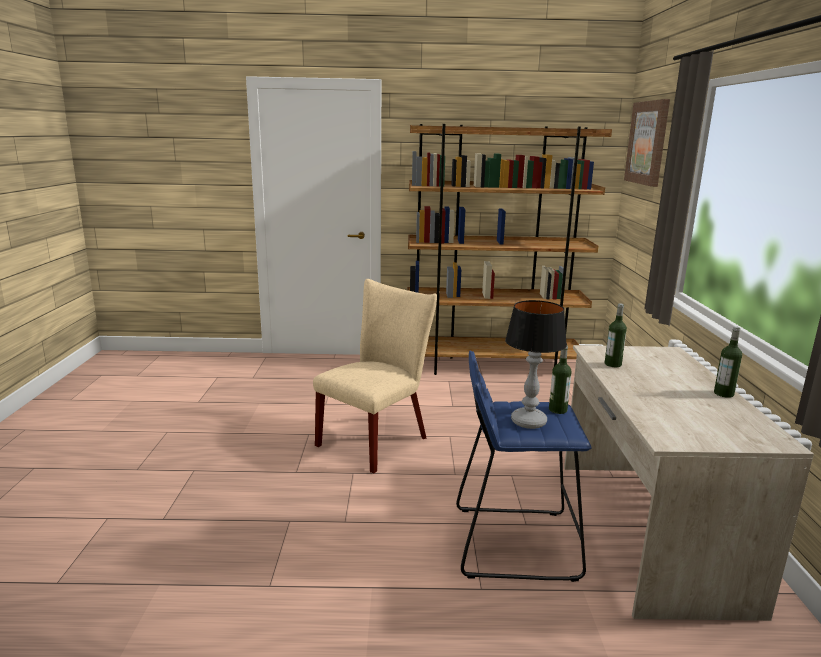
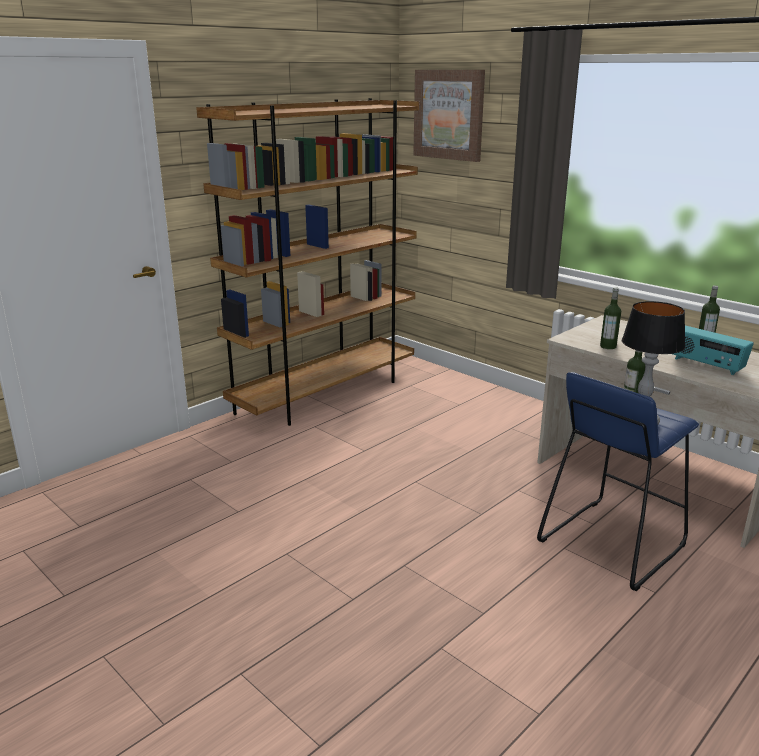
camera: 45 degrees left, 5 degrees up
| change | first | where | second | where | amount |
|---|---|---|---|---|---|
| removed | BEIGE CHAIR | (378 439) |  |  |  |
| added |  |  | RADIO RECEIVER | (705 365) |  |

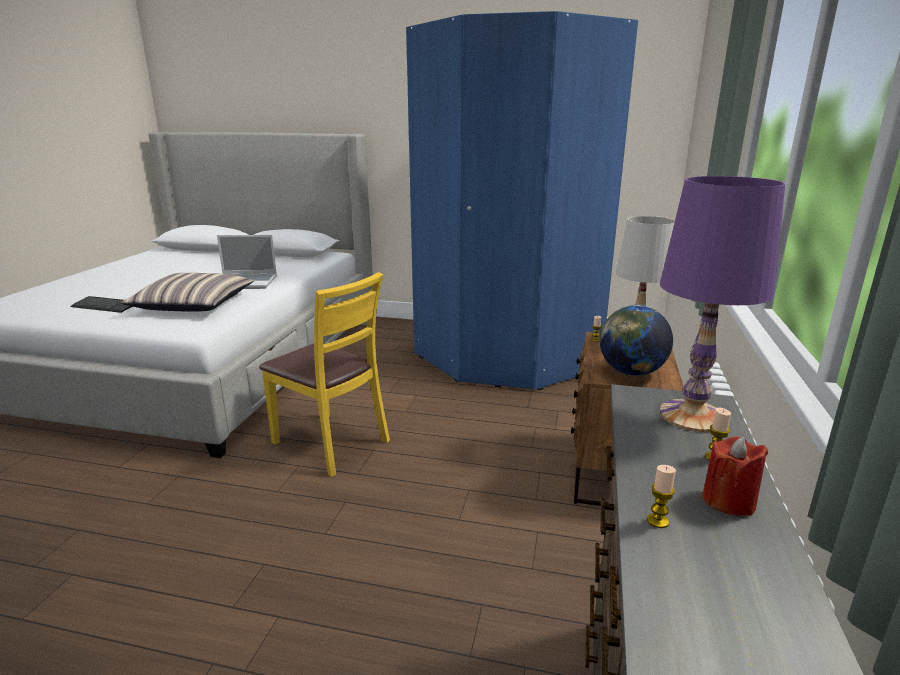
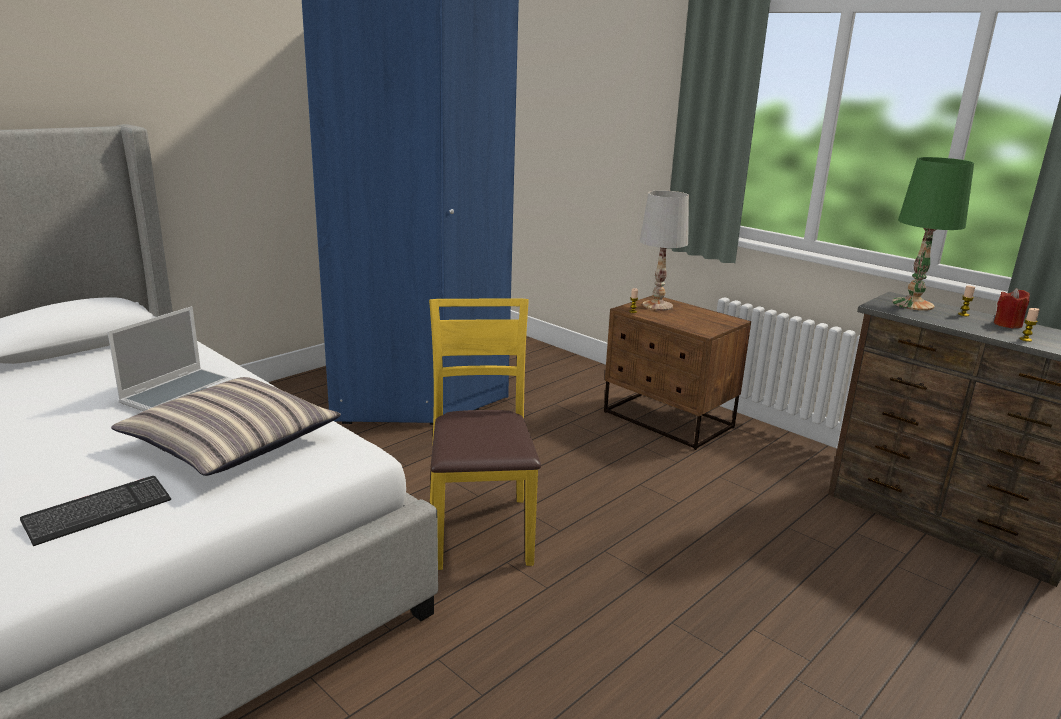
camera: 60 degrees left, 0 degrees up
| change | first | where | second | where | amount |
|---|---|---|---|---|---|
| turned | YELLOW-COLOURED CHAIR | (331 443) |  | (480 530) | 75 degrees counterclockwise |
| removed | DESK GLOBE | (631 372) |  |  |  |
| recoloured | PURPLE TABLE LAMP | (692 415) | GREEN-COLOURED TABLE LAMP | (912 304) |  |

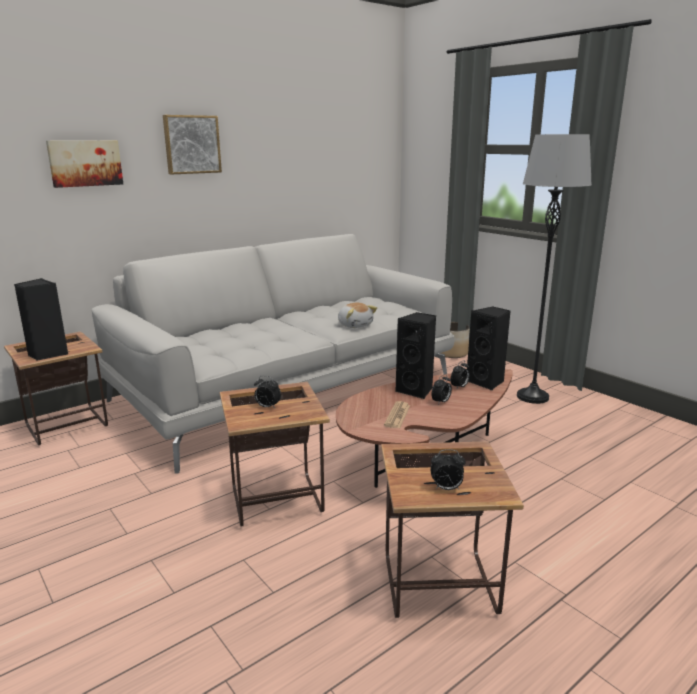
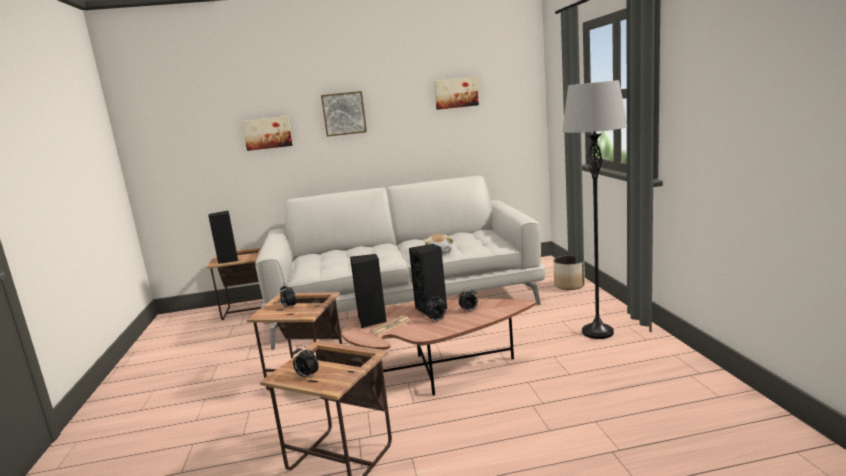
camera: 30 degrees right, 5 degrees down
| change | first | where | second | where | amount |
|---|---|---|---|---|---|
| moved | BLACK-COLOURED LOUDSPEAKER | (487 382) |  | (372 321) |  |
| added |  |  | WALL ART | (456 93) |  |

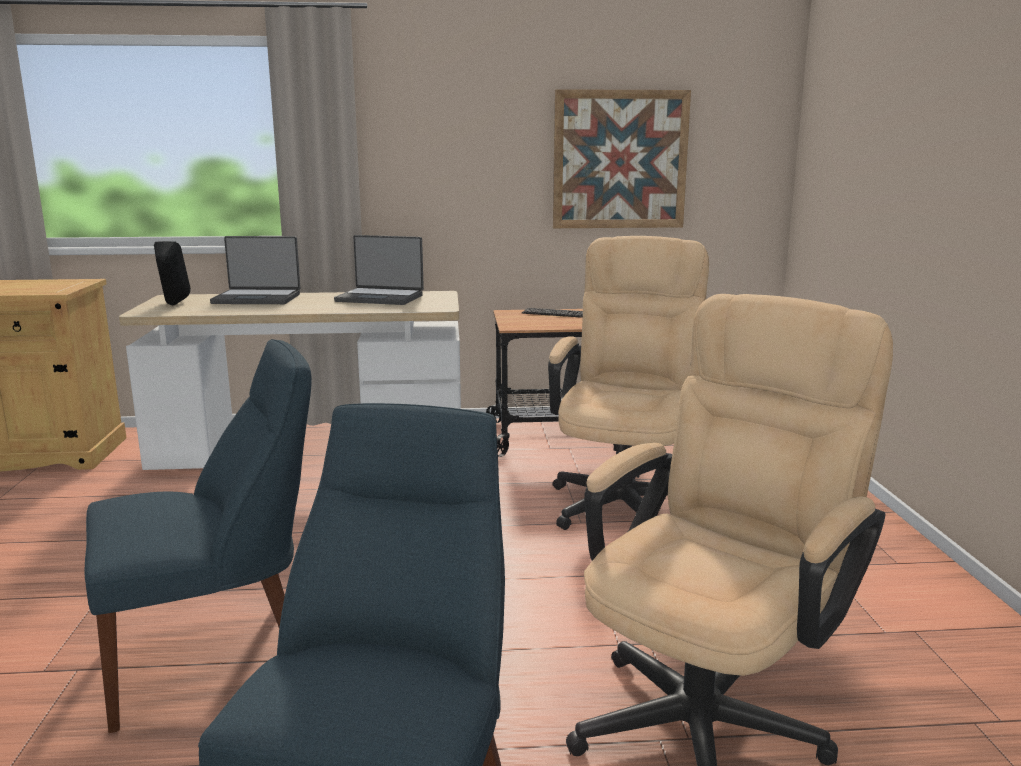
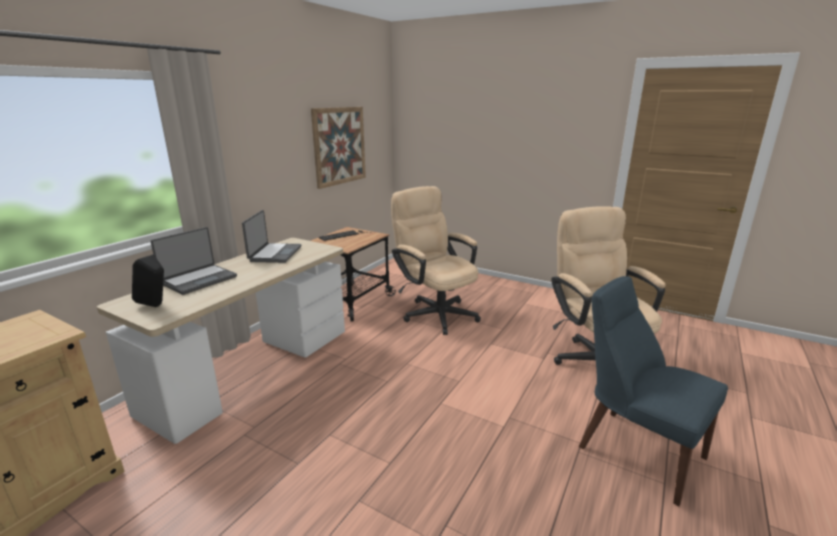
camera: 55 degrees left, 5 degrees up
| change | first | where | second | where | amount |
|---|---|---|---|---|---|
| removed | BLUE CHAIR | (217 659) |  |  |  |
| turned | NOTEBOOK COMPUTER | (380 298) |  | (274 254) | 45 degrees counterclockwise |

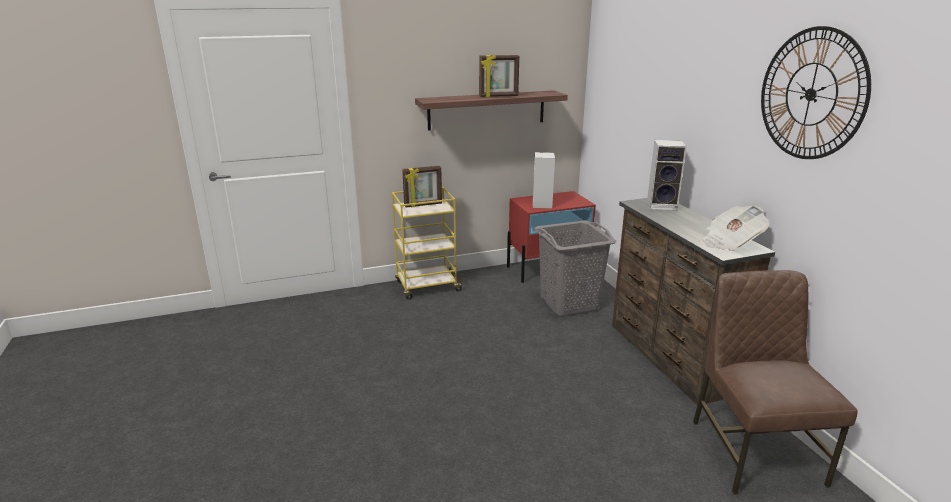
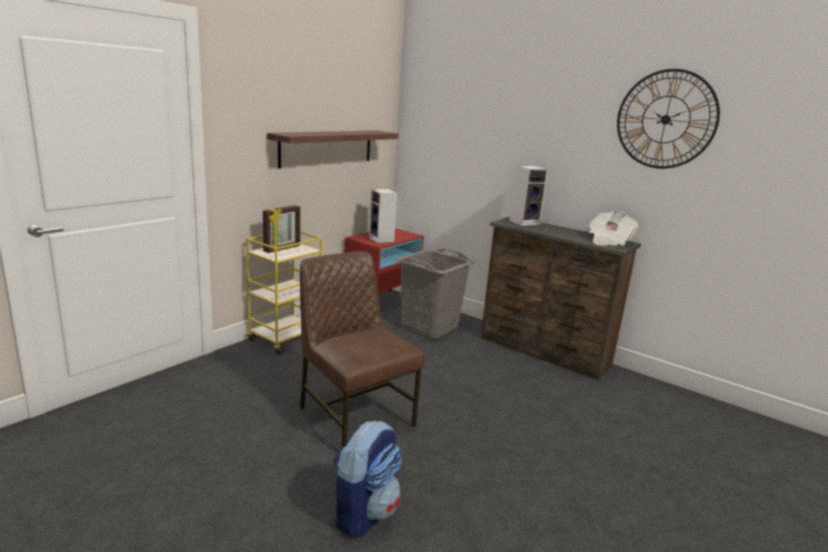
camera: 35 degrees left, 5 degrees down
| change | first | where | second | where | amount |
|---|---|---|---|---|---|
| removed | PHOTO FRAME | (498 96) |  |  |  |
| moved | BROWN-COLOURED CHAIR | (753 450) |  | (354 416) |  |
| added |  |  | BACKPACK | (364 512) |  |

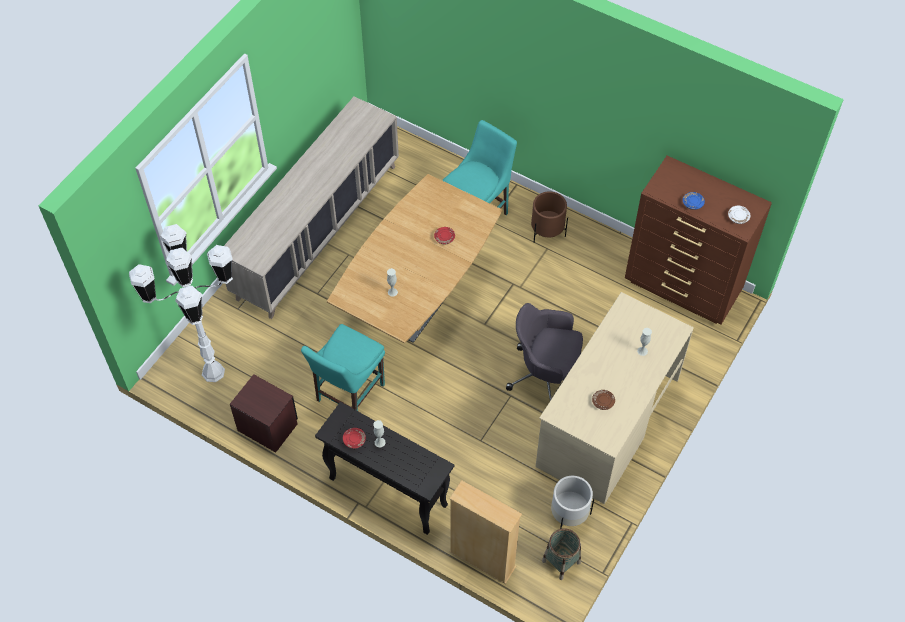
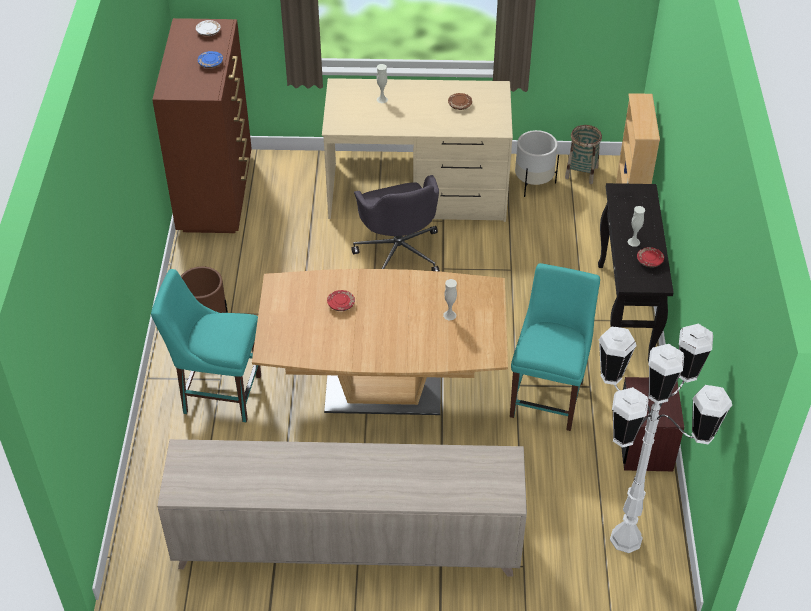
camera: 120 degrees left, 10 degrees down
| change | first | where | second | where | amount |
|---|---|---|---|---|---|
| turned | TURQUOISE CHAIR | (348 395) |  | (548 396) | 75 degrees counterclockwise |

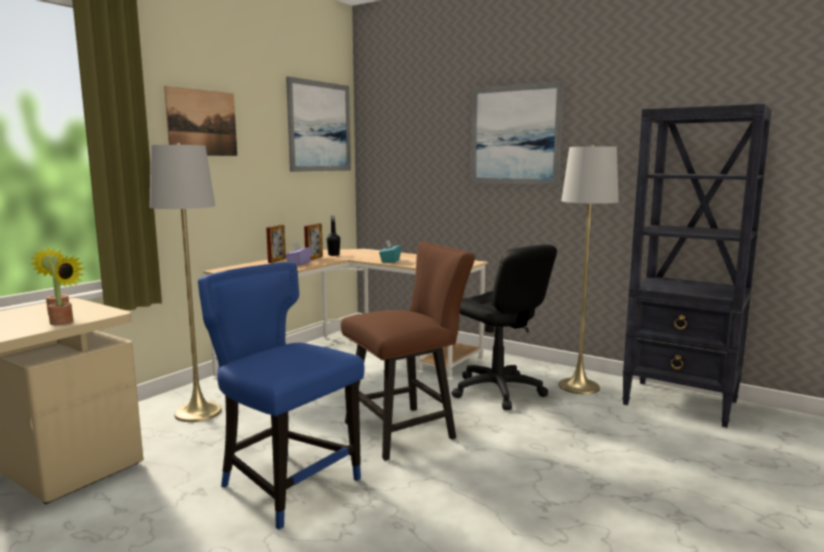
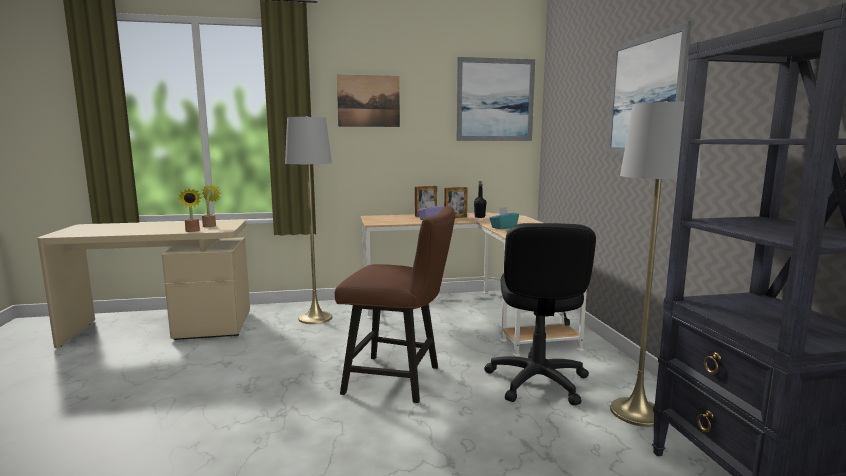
camera: 45 degrees right, 0 degrees up
| change | first | where | second | where | amount |
|---|---|---|---|---|---|
| removed | BLUE CHAIR | (286 484) |  |  |  |

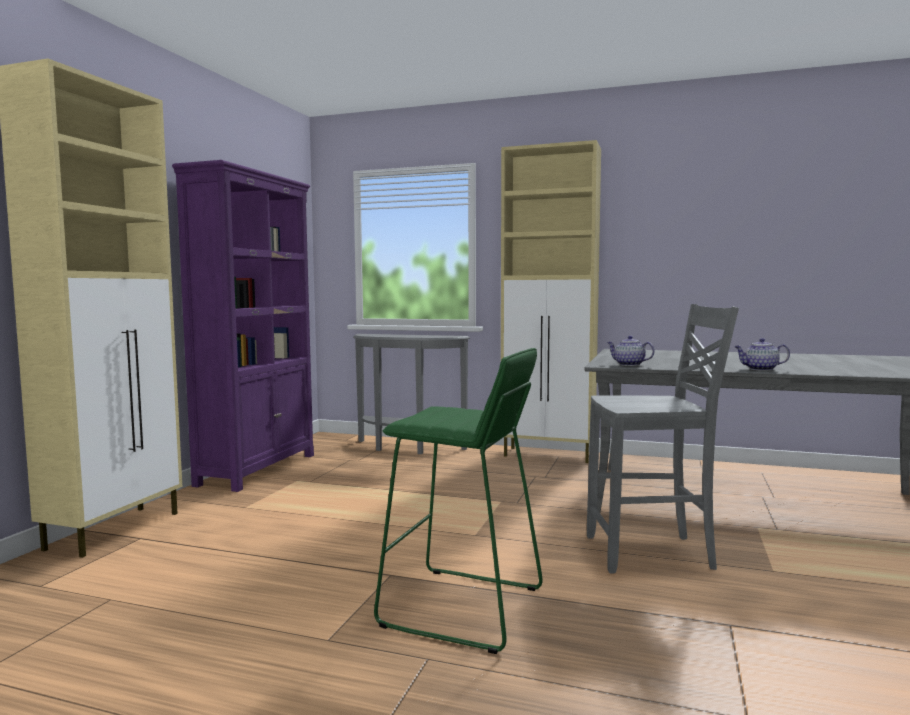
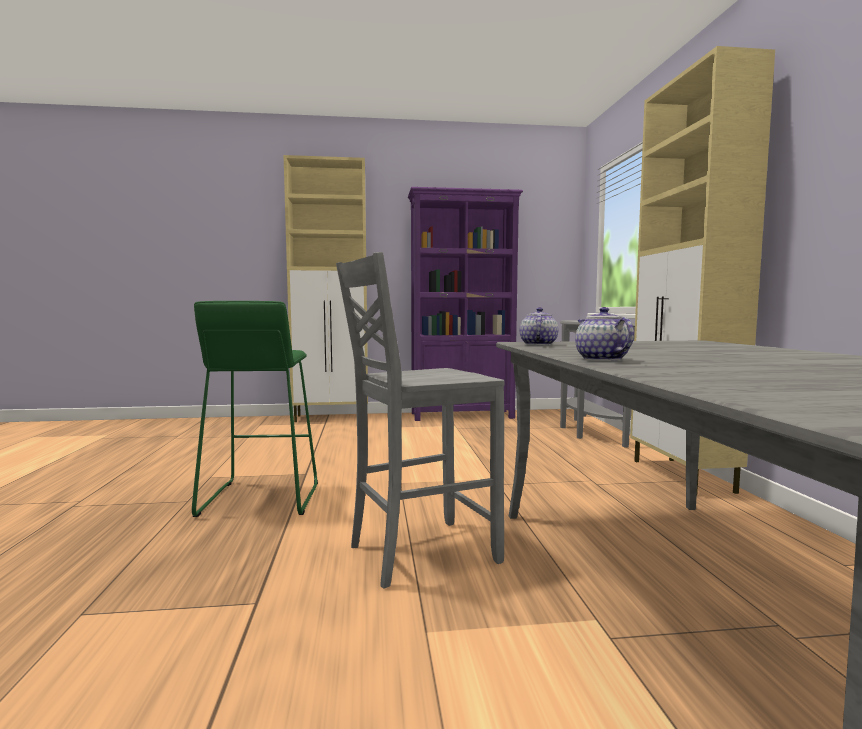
camera: 65 degrees right, 0 degrees up
| change | first | where | second | where | amount |
|---|---|---|---|---|---|
| turned | GREYISH CHAIR | (652 554) |  | (419 553) | 90 degrees clockwise |

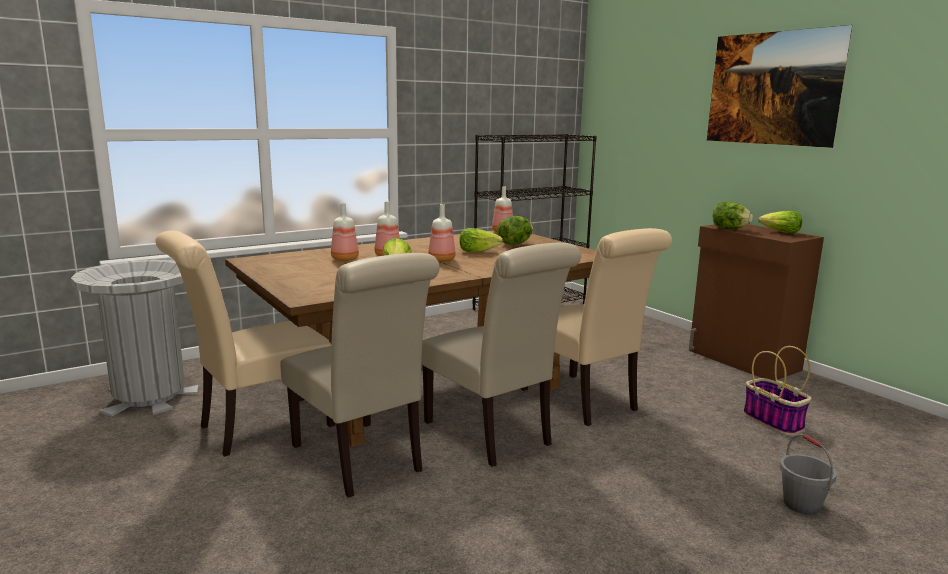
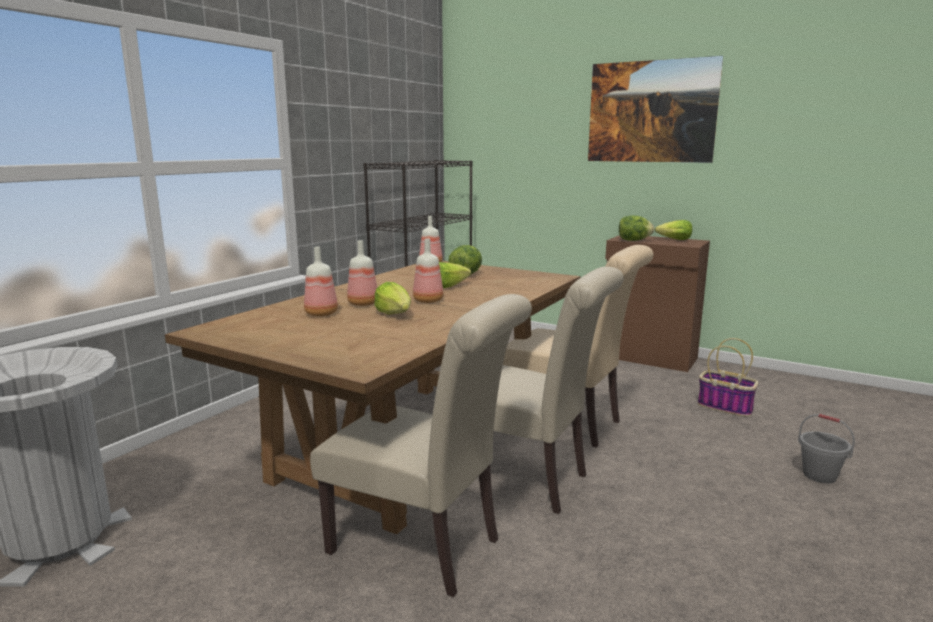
camera: 25 degrees left, 0 degrees up
| change | first | where | second | where | amount |
|---|---|---|---|---|---|
| removed | BEIGE CHAIR | (258 427) |  |  |  |

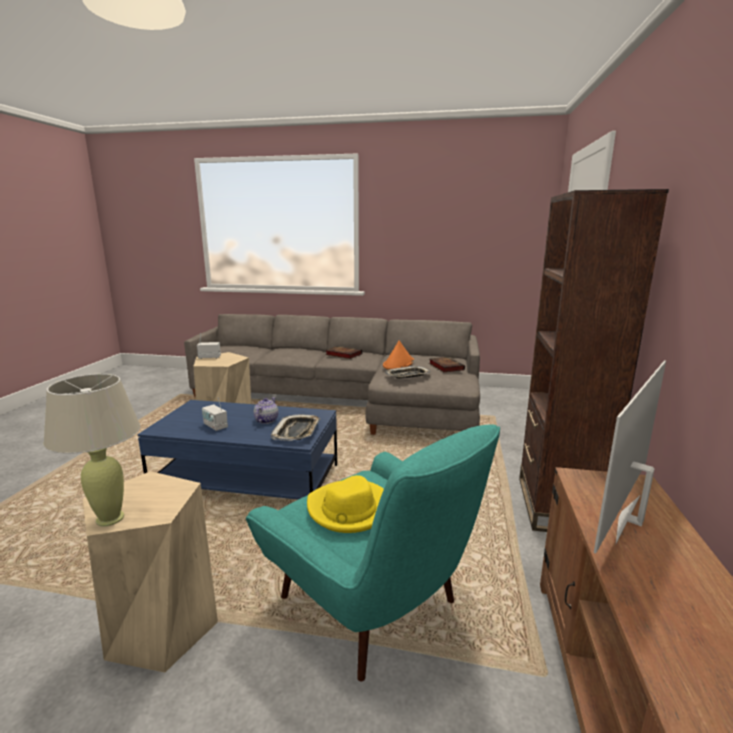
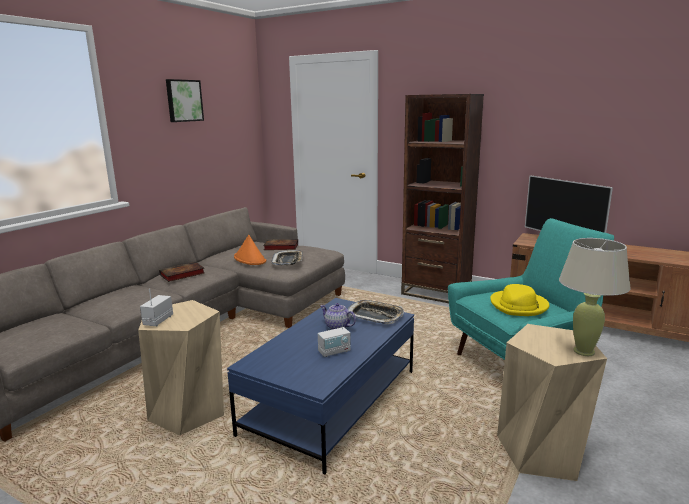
camera: 70 degrees left, 0 degrees up
| change | first | where | second | where | amount |
|---|---|---|---|---|---|
| added |  |  | WALL ART | (183 100) |  |

